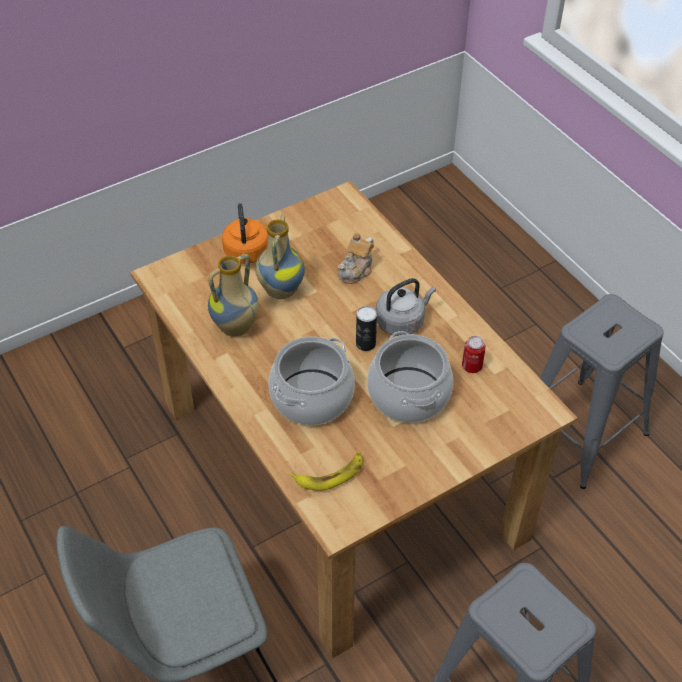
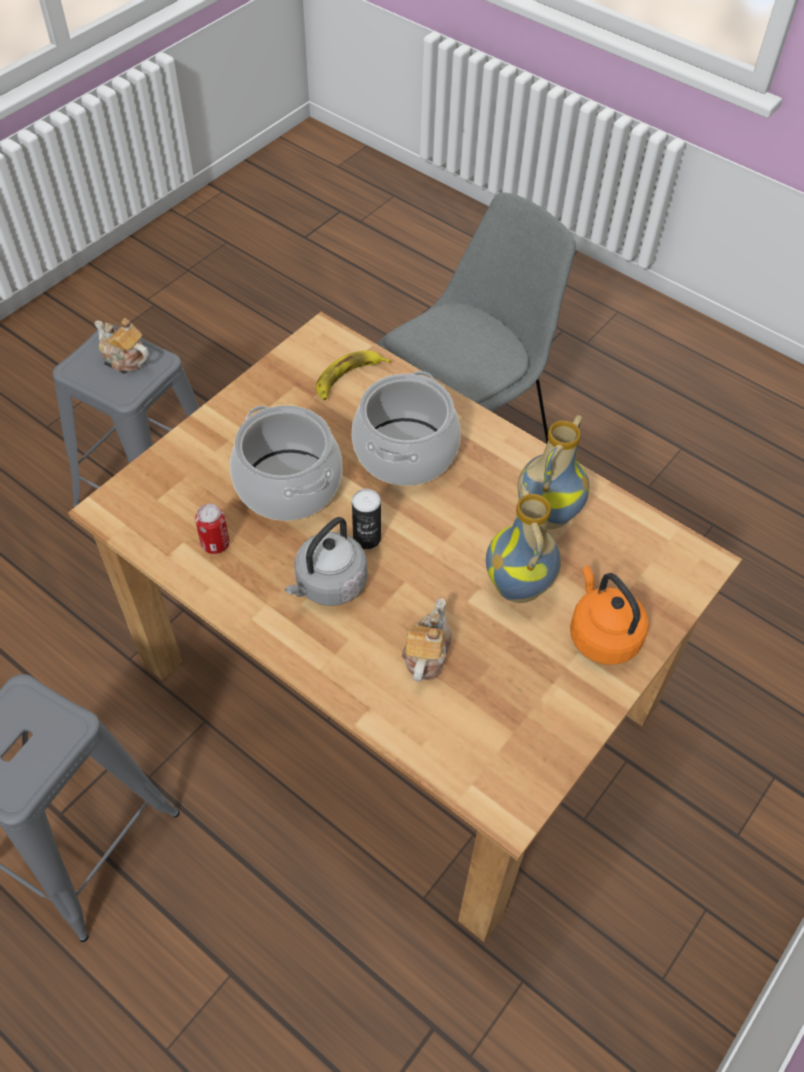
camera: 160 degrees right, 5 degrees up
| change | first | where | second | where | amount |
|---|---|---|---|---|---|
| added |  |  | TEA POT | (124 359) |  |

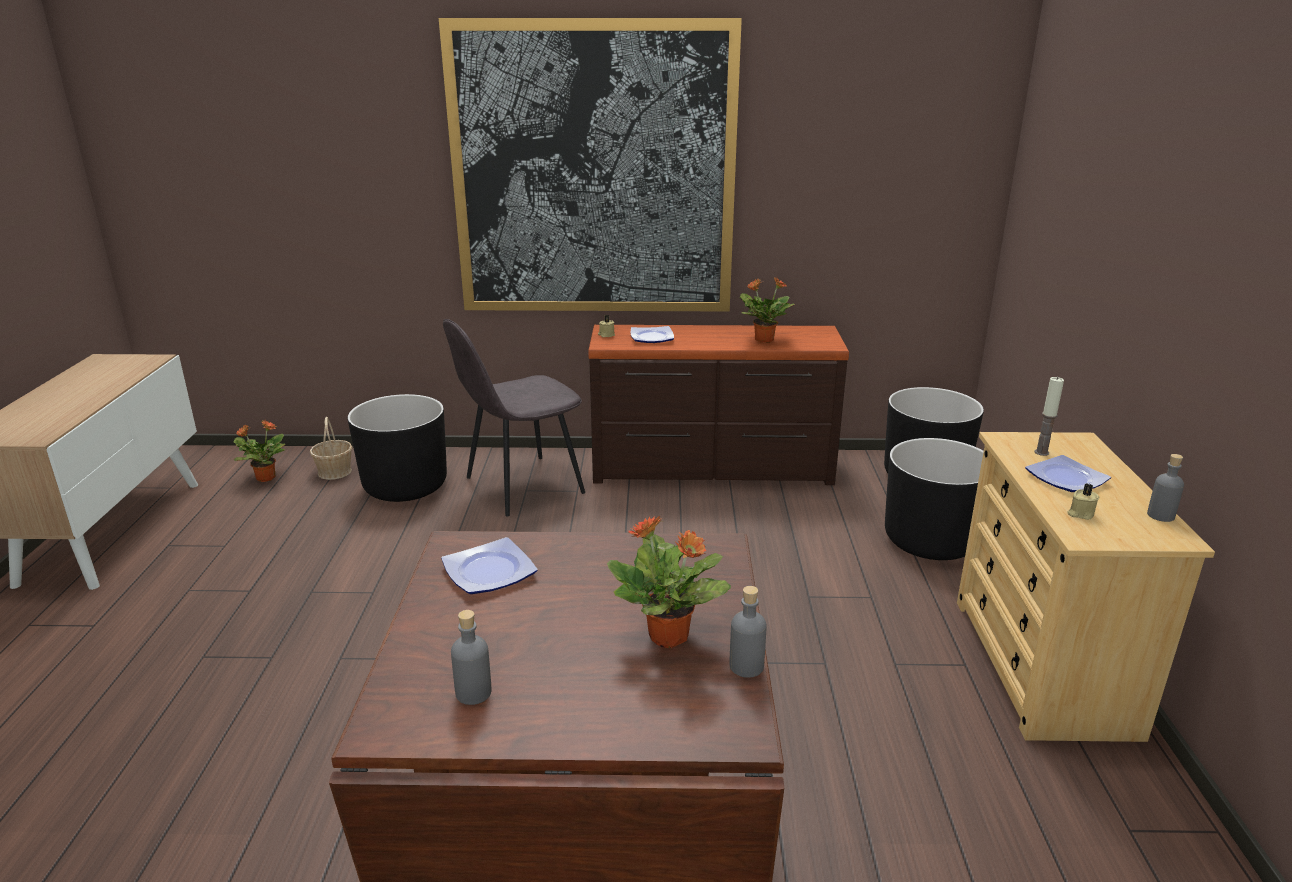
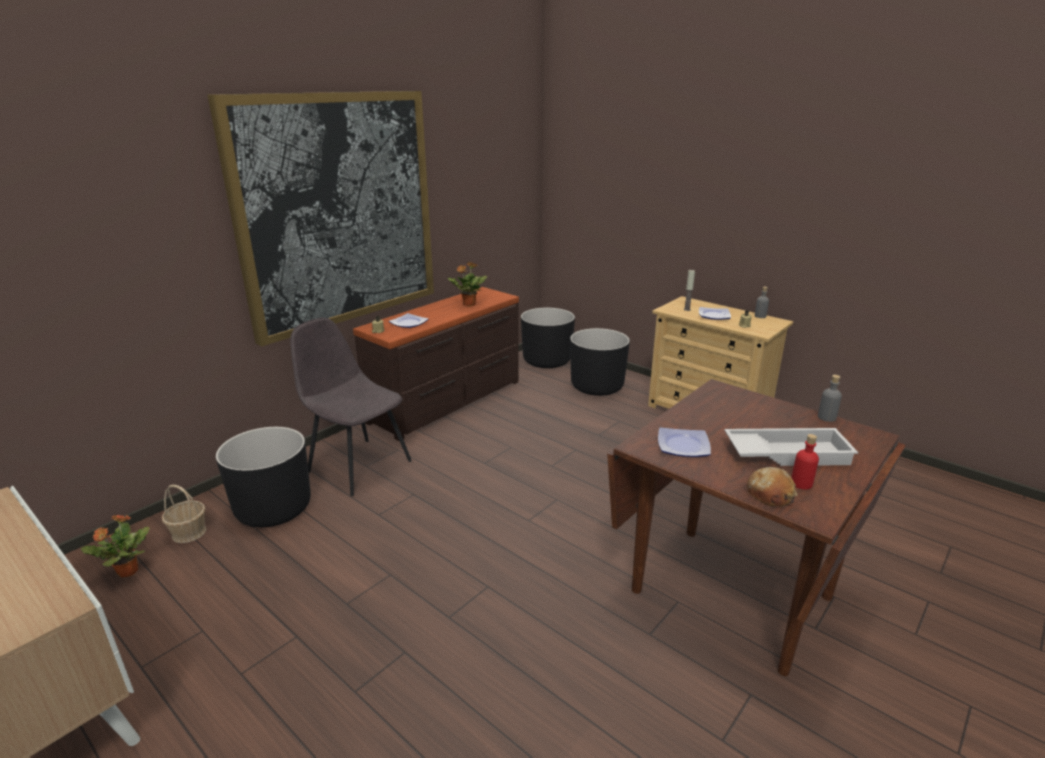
camera: 50 degrees left, 0 degrees up
| change | first | where | second | where | amount |
|---|---|---|---|---|---|
| turned | GREYISH CHAIR | (521 486) |  | (358 465) | 120 degrees clockwise |
| recoloured | GREYISH BEVERAGE BOTTLE | (473 692) | REDDISH BEVERAGE BOTTLE | (801 483) |  |
| removed | PLANT IN A POT | (669 637) |  |  |  |
| added |  |  | WHITISH CARRYING TRAY | (786 453) |  |
| added |  |  | BAKED BREAD | (770 494) |  |

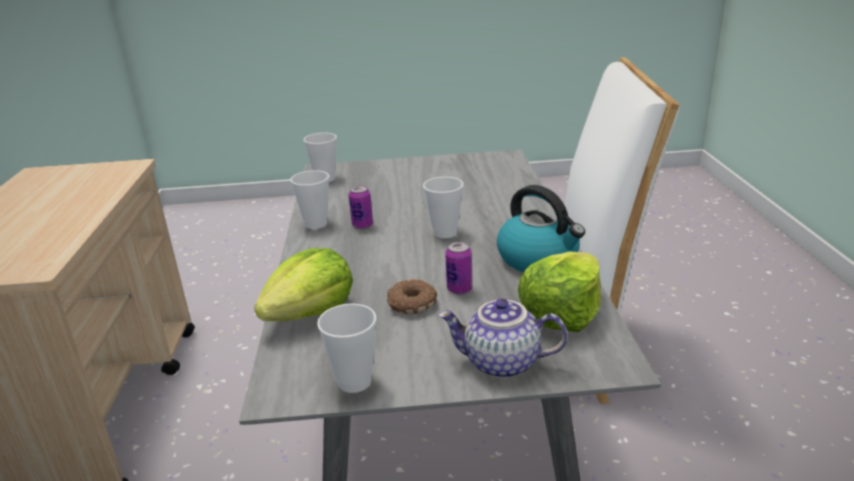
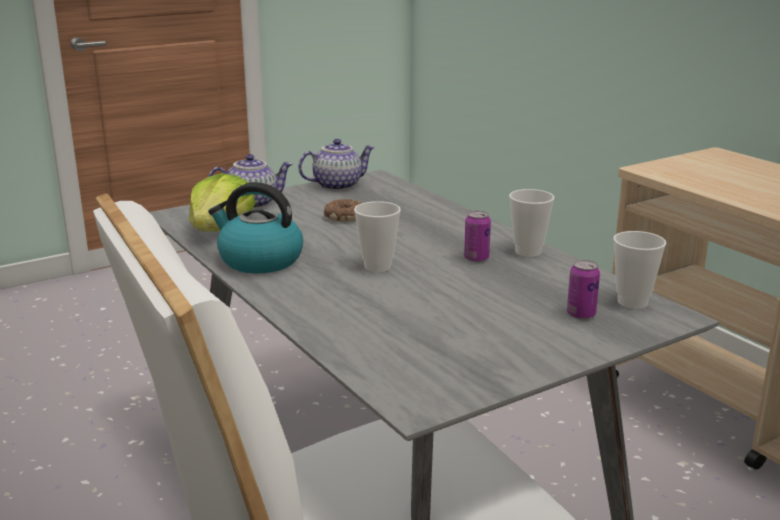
camera: 150 degrees right, 5 degrees down
| change | first | where | second | where | amount |
|---|---|---|---|---|---|
| removed | LETTUCE HEAD | (311 312) |  |  |  |
| replaced | CUP | (354 382) | TEA POT | (337 185) |  |
| moved | CAN | (459 289) |  | (581 314) |  |

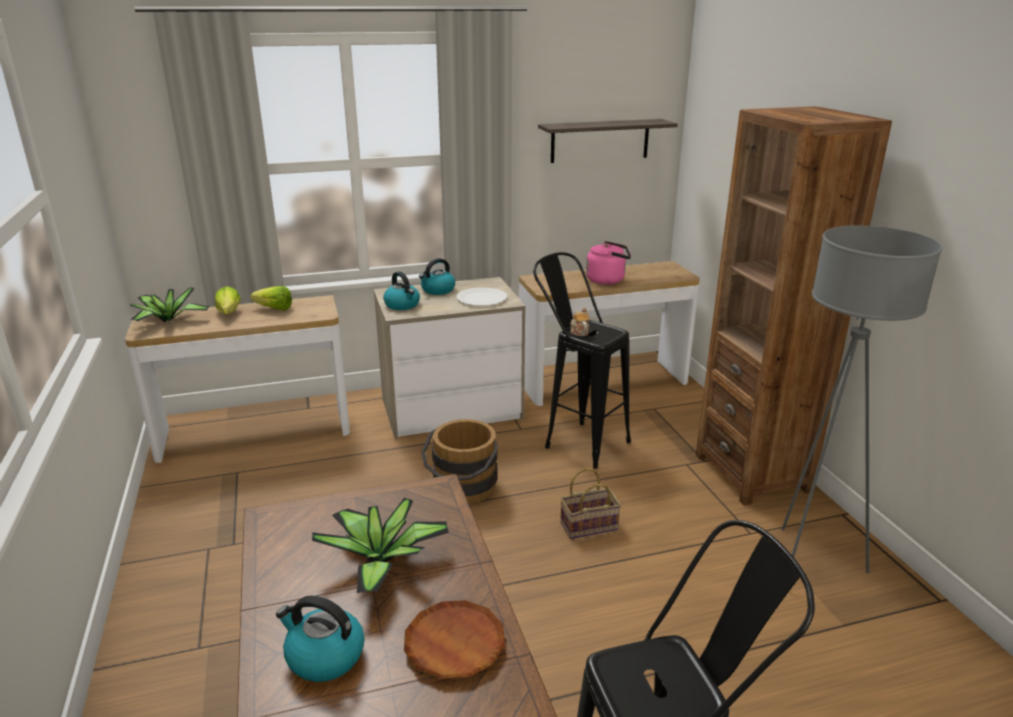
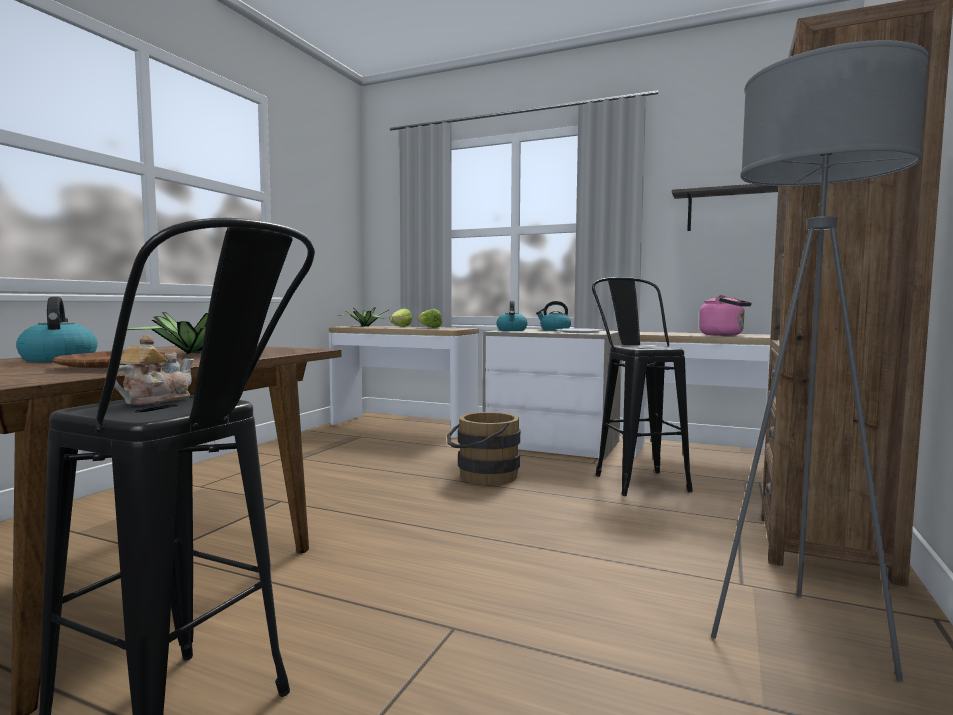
camera: 40 degrees right, 20 degrees down
| change | first | where | second | where | amount |
|---|---|---|---|---|---|
| removed | BASKET | (589 525) |  |  |  |
| moved | TEA POT | (579 331) |  | (154 400) |  |

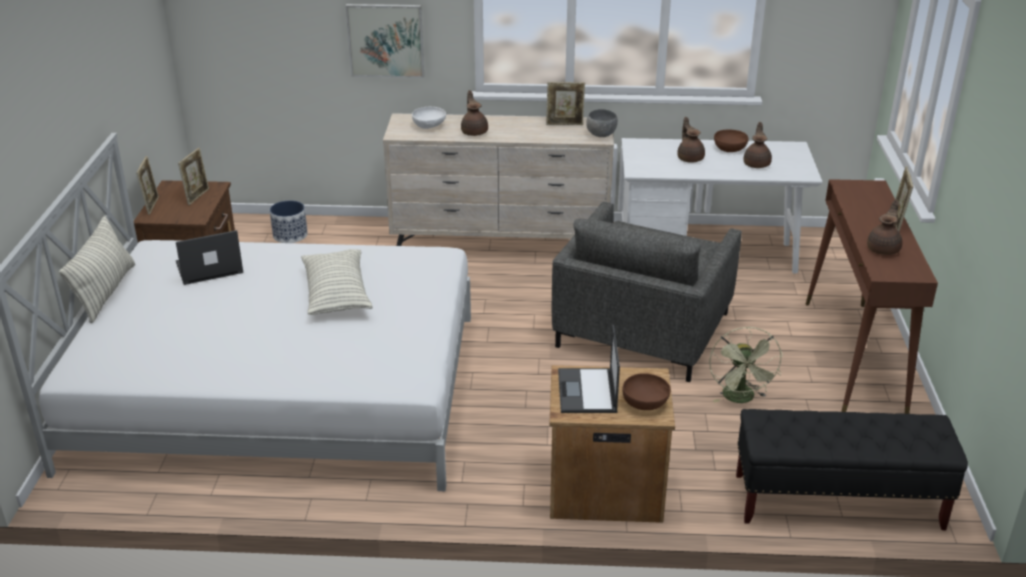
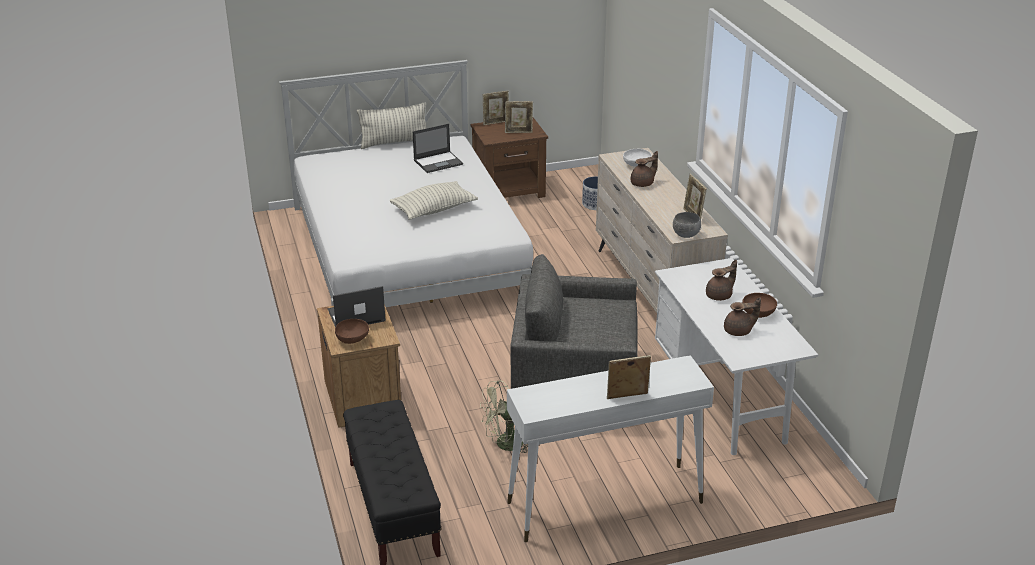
camera: 70 degrees right, 0 degrees up
| change | first | where | second | where | amount |
|---|---|---|---|---|---|
| turned | NOTEBOOK COMPUTER | (208 268) |  | (438 162) | 105 degrees clockwise |
| removed | WALL ART | (385 40) |  |  |  |
| recoloured | BROWN-COLOURED HALL TABLE | (853 358) | WHITISH HALL TABLE | (604 503) |  |
| removed | BROWN-COLOURED TEA POT | (884 249) |  |  |  |

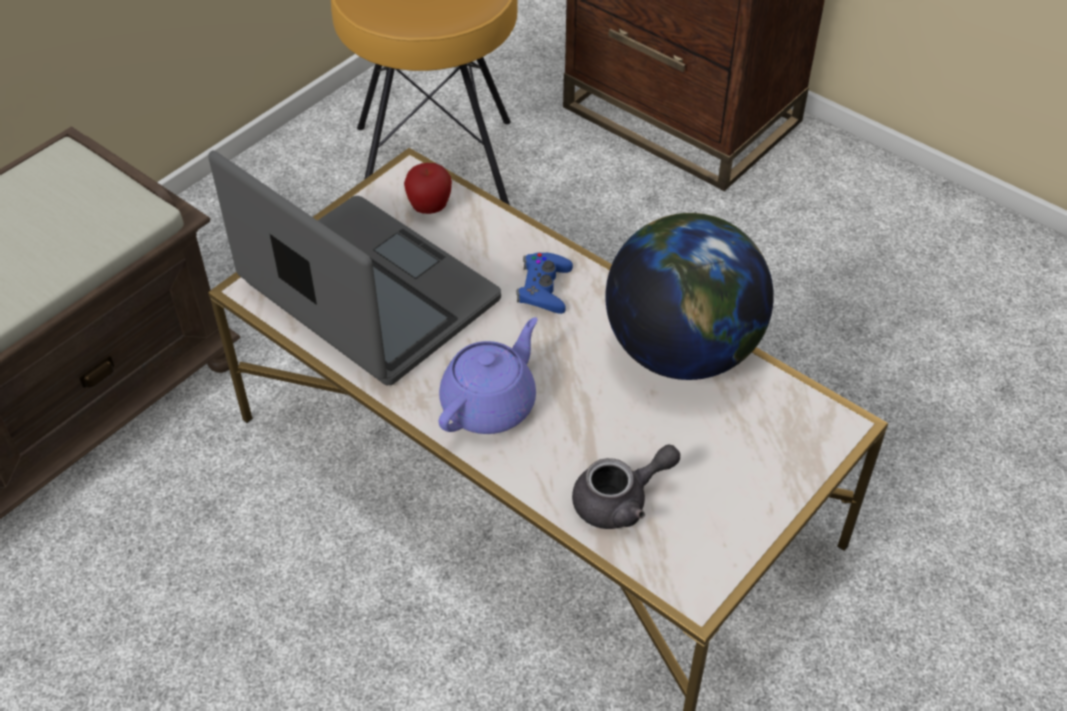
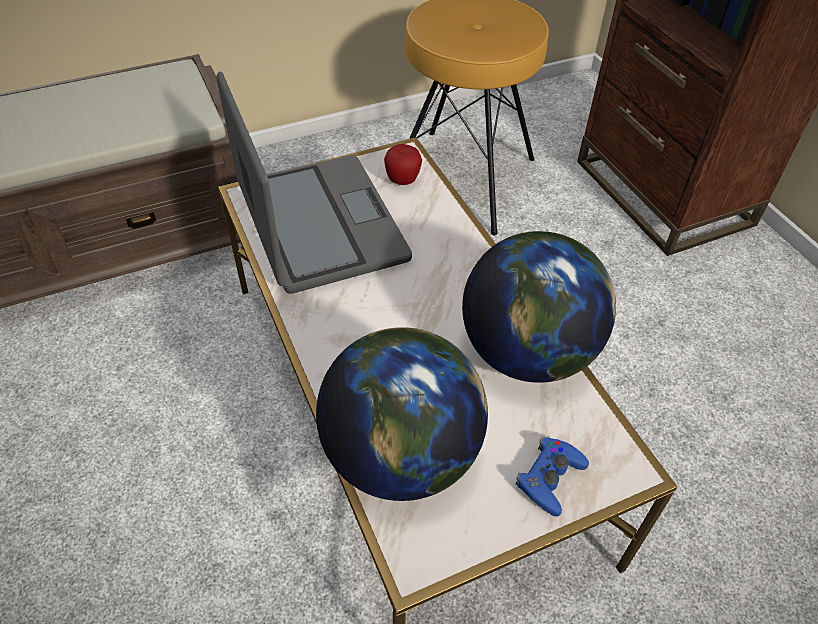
camera: 25 degrees right, 0 degrees up
| change | first | where | second | where | amount |
|---|---|---|---|---|---|
| removed | PURPLE TEA POT | (490 404) |  |  |  |
| moved | BLUE JOYPAD | (544 288) |  | (550 478) |  |
| replaced | GREYISH TEA POT | (620 501) | DESK GLOBE | (402 455) |  |

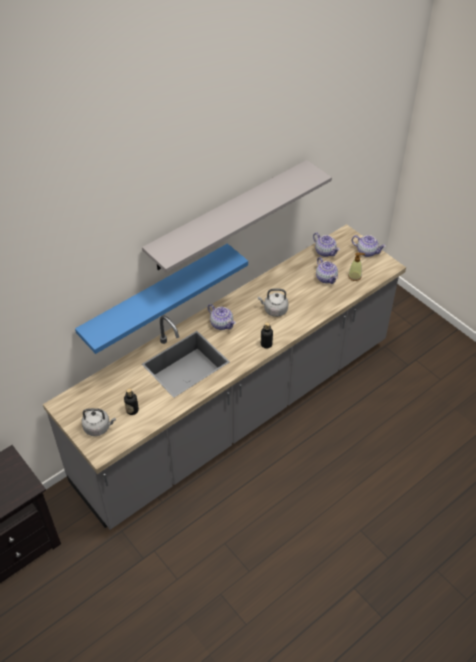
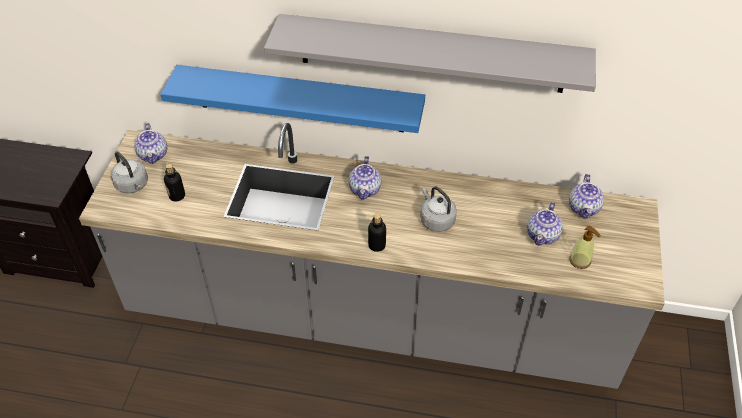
camera: 50 degrees right, 0 degrees up
| change | first | where | second | where | amount |
|---|---|---|---|---|---|
| moved | TEA POT | (367 252) |  | (154 155) |  |

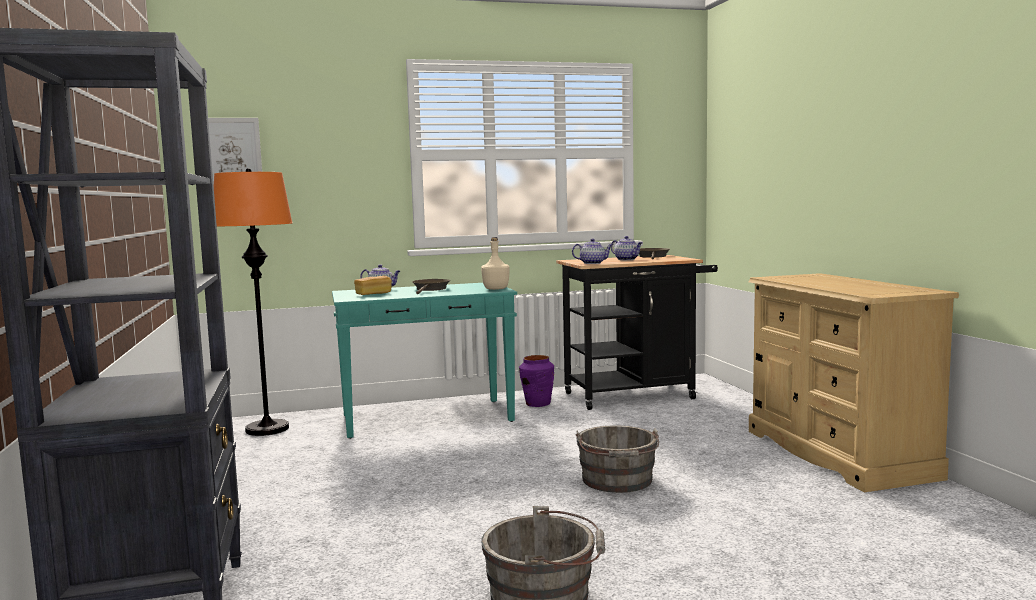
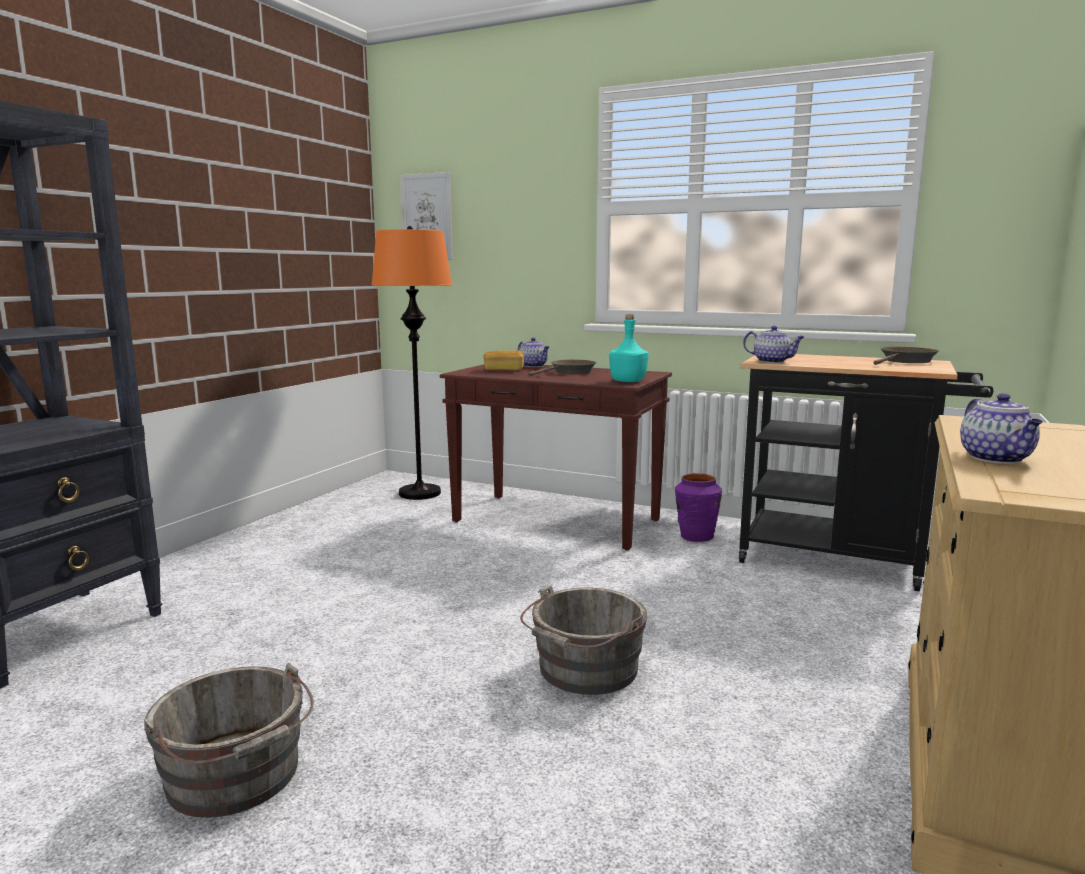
camera: 40 degrees right, 5 degrees up
| change | first | where | second | where | amount |
|---|---|---|---|---|---|
| recoloured | TURQUOISE HALL TABLE | (428 418) | BROWN-COLOURED HALL TABLE | (558 521) |  |
| recoloured | BEIGE BEVERAGE BOTTLE | (495 289) | TURQUOISE BEVERAGE BOTTLE | (627 381) |  |
| moved | TEA POT | (627 259) |  | (997 459) |  |

